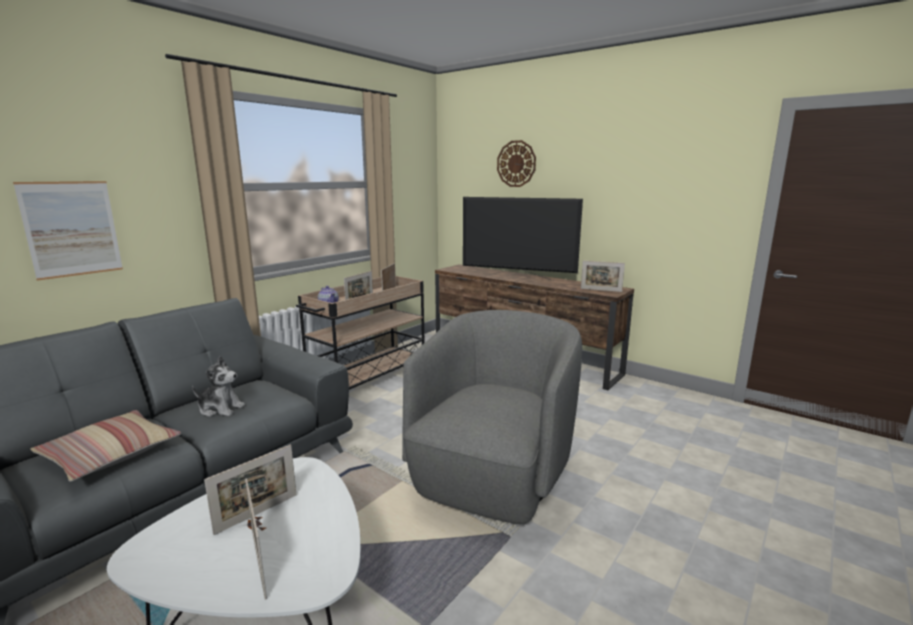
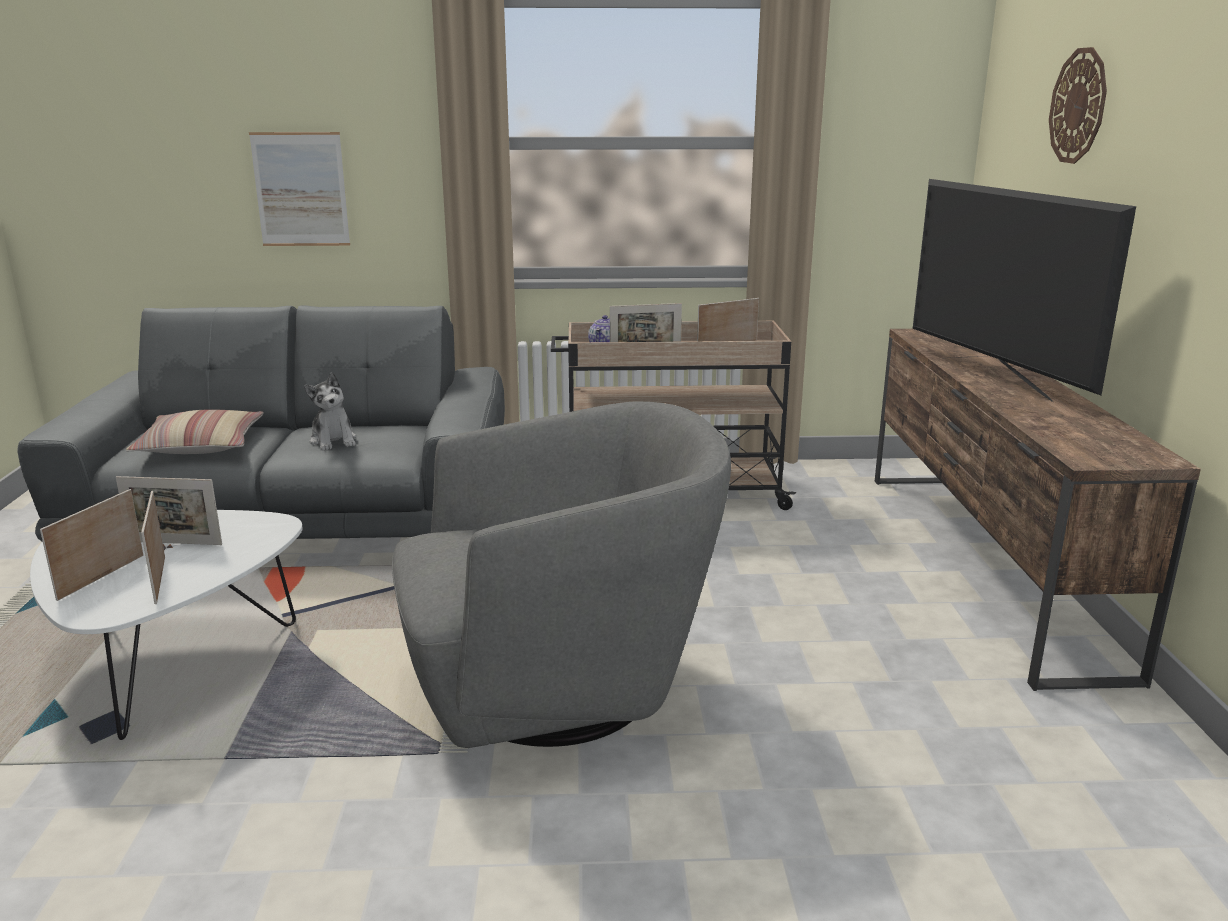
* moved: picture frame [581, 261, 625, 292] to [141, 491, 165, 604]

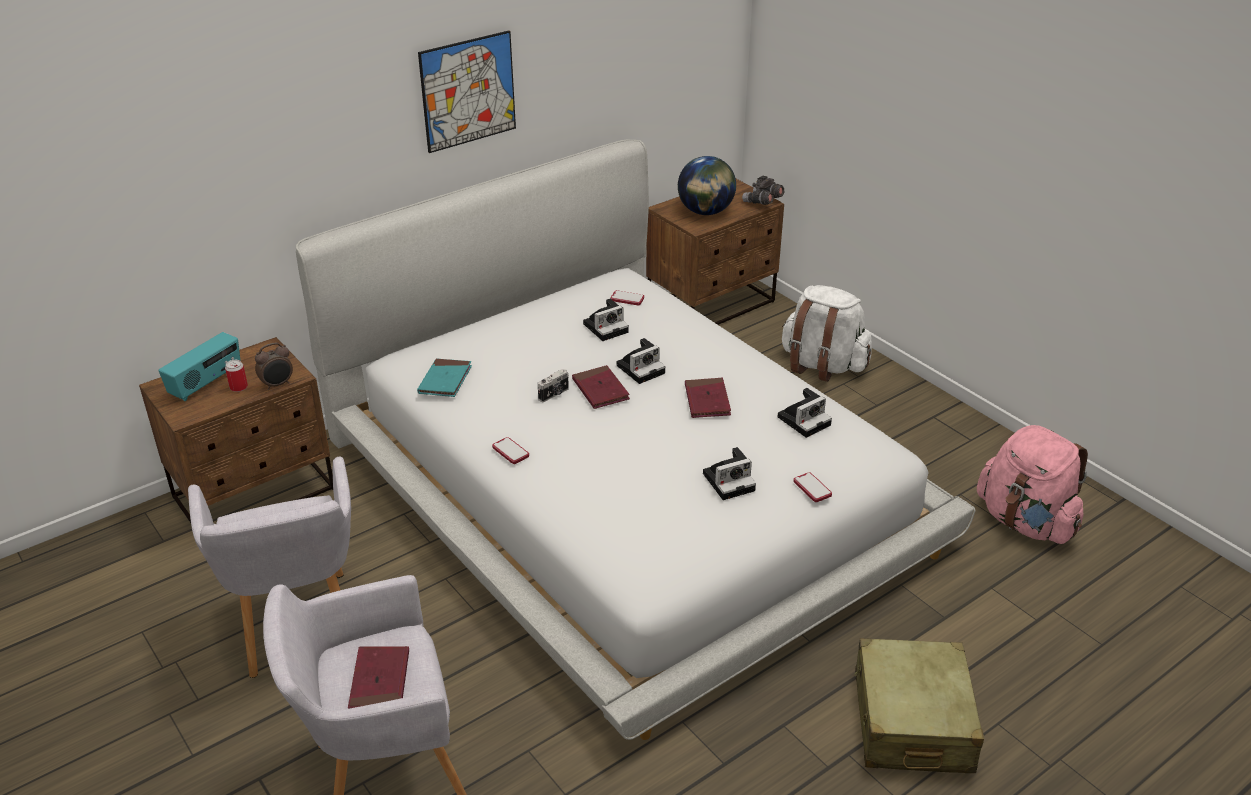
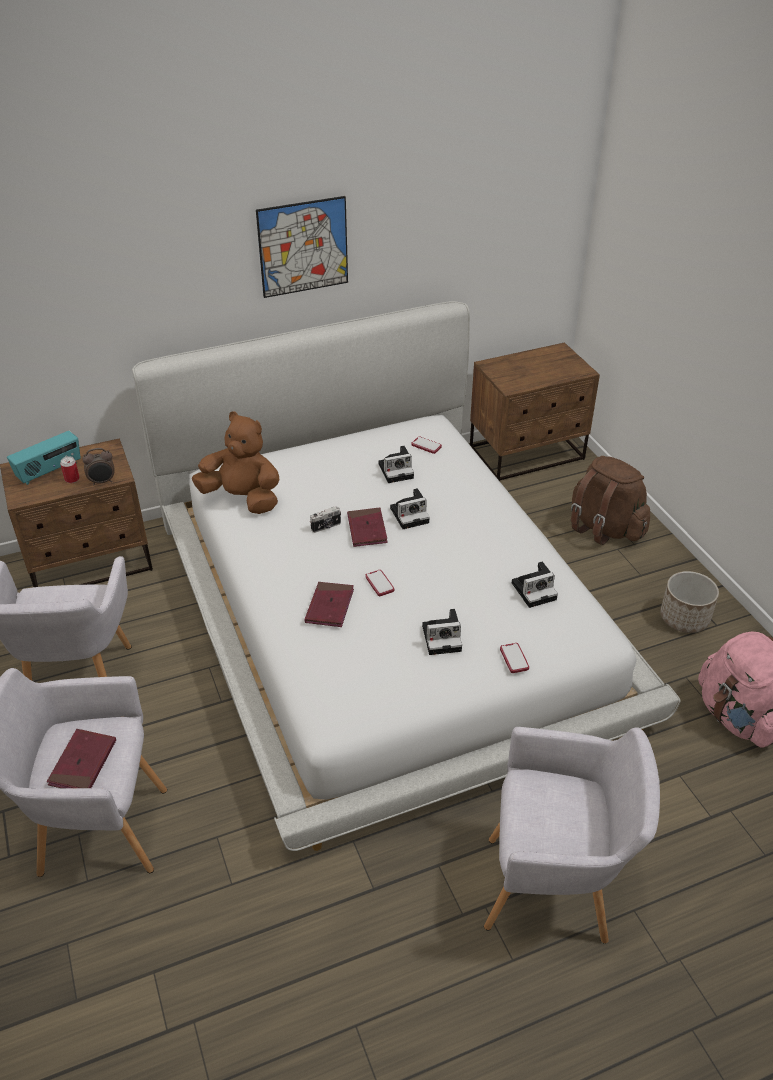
* replaced: volume in turquoise-coloured [417, 358, 472, 397] to plush toy in brown [192, 411, 280, 514]
* moved: telephone [492, 437, 529, 464] to [365, 570, 394, 596]
* removed: globe [678, 156, 736, 215]
* moved: volume in red [685, 378, 731, 418] to [305, 582, 354, 627]
* removed: pair of binoculars in greyish [742, 176, 785, 205]
* recoloured: backpack in whitish [782, 285, 872, 382] to backpack in brown [571, 456, 650, 545]
* replaced: travel case in beige [855, 638, 984, 773] to lounge chair in greyish [484, 727, 660, 944]
* added: flower pot [660, 571, 719, 633]

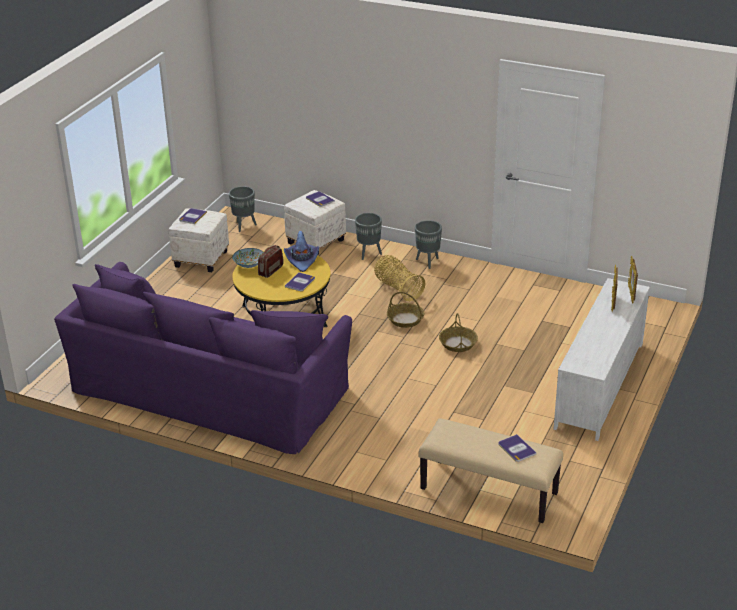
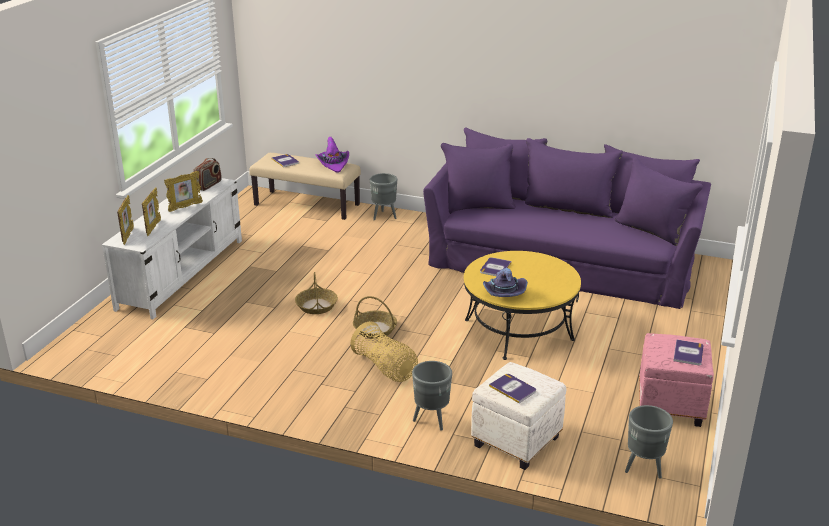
* recoloured: pouffe in whitish [169, 208, 229, 272] to pouffe in pink [639, 333, 714, 427]
* removed: serving bowl [232, 248, 263, 268]
* moved: radio receiver [258, 245, 284, 278] to [193, 158, 222, 191]
* moved: flower pot in greyish [415, 220, 442, 269] to [370, 173, 397, 220]
* added: picture frame [164, 171, 203, 212]
* added: clothing hat in purple [315, 137, 349, 173]

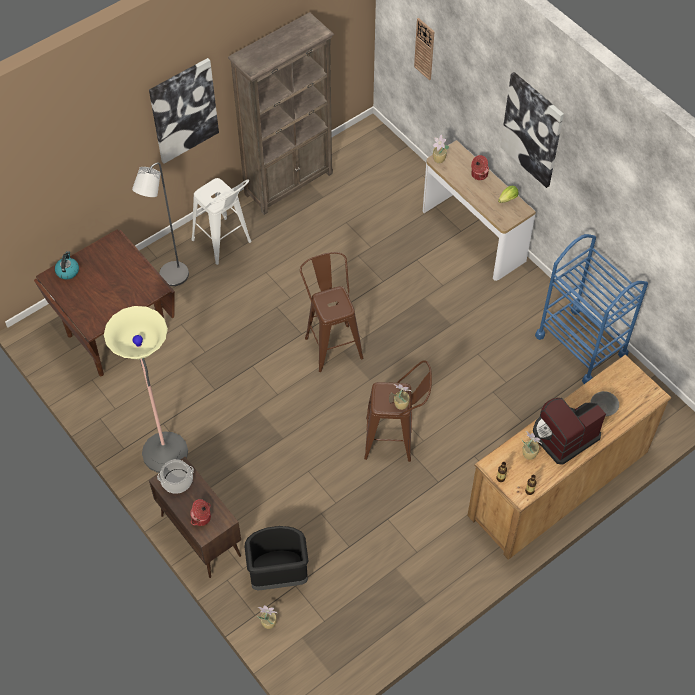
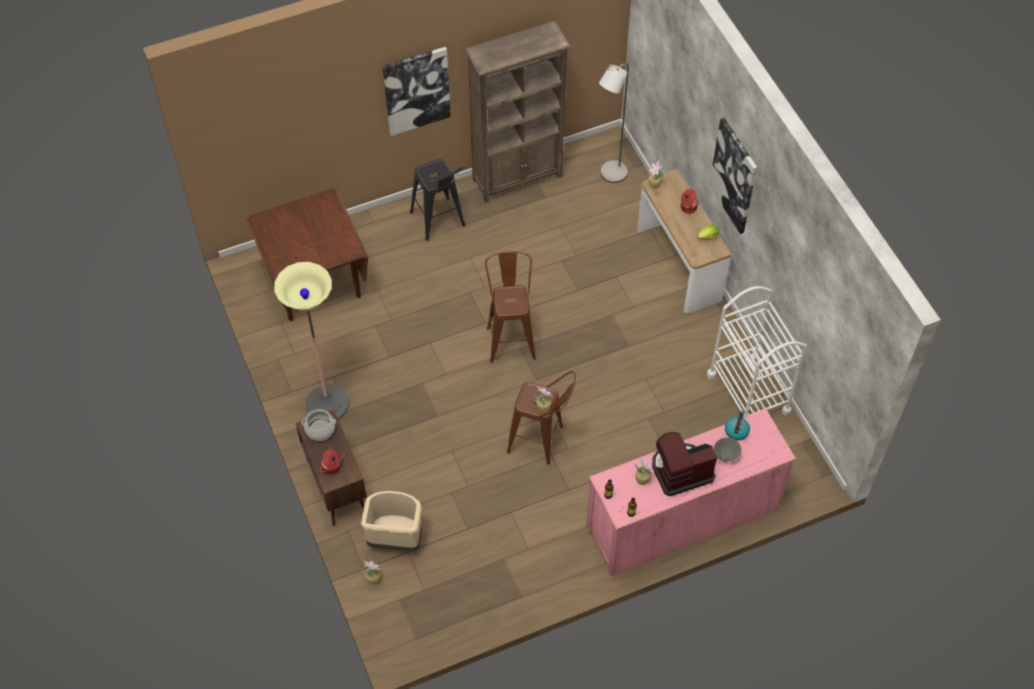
* moved: kettle [55, 251, 79, 280] to [725, 411, 750, 441]
* moved: standard lamp in greyish [132, 162, 189, 286] to [599, 63, 629, 183]
* recoloured: sitting stool in whitish [192, 178, 251, 265] to sitting stool in black-coloured [410, 159, 465, 241]
* recoloured: rubbish bin in black-coloured [245, 526, 309, 590] to rubbish bin in beige [361, 491, 422, 551]
* removed: wall clock [414, 18, 435, 80]
* recoloured: dresser in brown [467, 355, 672, 560] to dresser in pink [586, 409, 796, 576]
* recoloured: wheeled cart in blue [535, 234, 648, 384] to wheeled cart in whitish [707, 286, 807, 417]

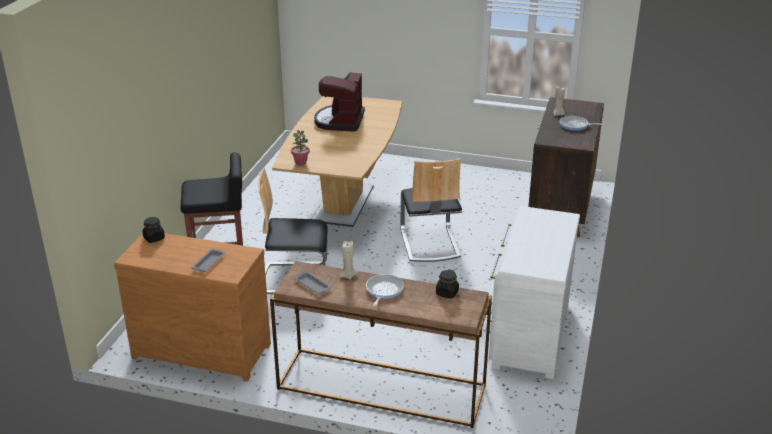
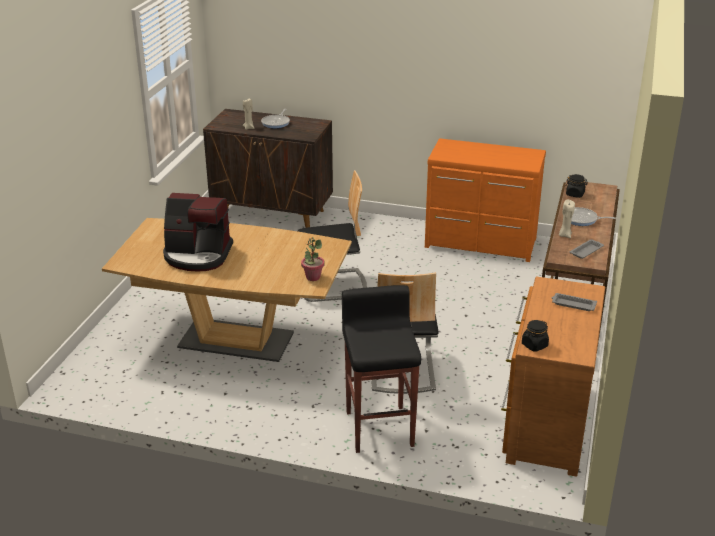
* recoloured: dresser in whitish [489, 206, 580, 379] to dresser in orangey [425, 138, 546, 262]

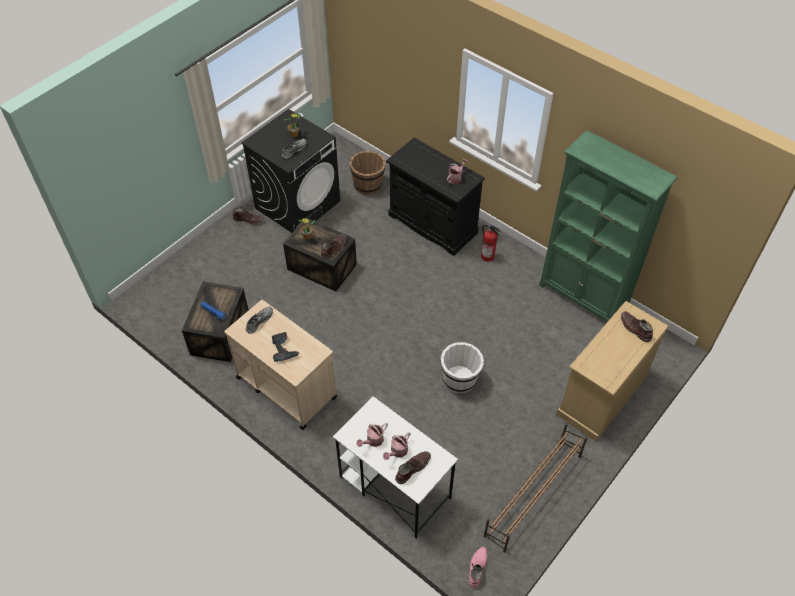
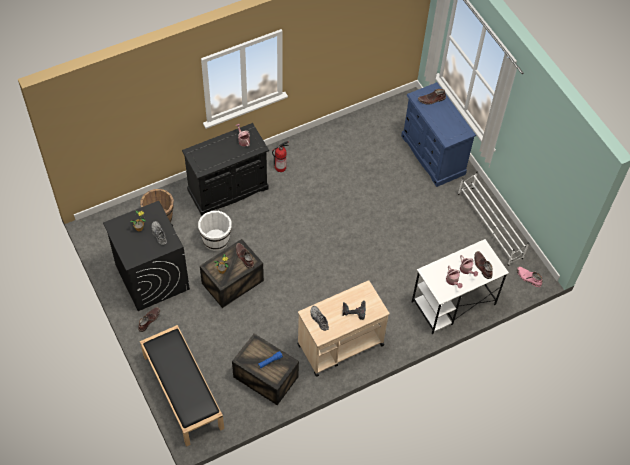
* moved: pail in whitish [441, 342, 484, 394] to [198, 211, 232, 251]
* recoloured: shoe stand in brown [484, 423, 587, 553] to shoe stand in whitish [458, 172, 529, 266]
* removed: bookcase in green [539, 130, 677, 322]
* recoloured: dresser in beige [556, 301, 668, 442] to dresser in blue [401, 82, 476, 187]
* added: bench in black-coloured [140, 325, 224, 447]

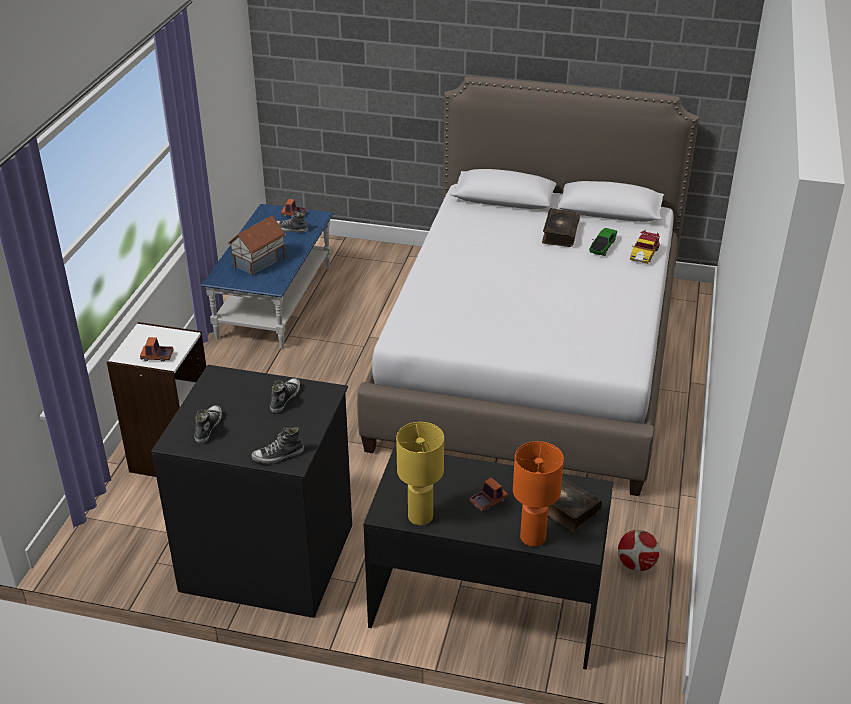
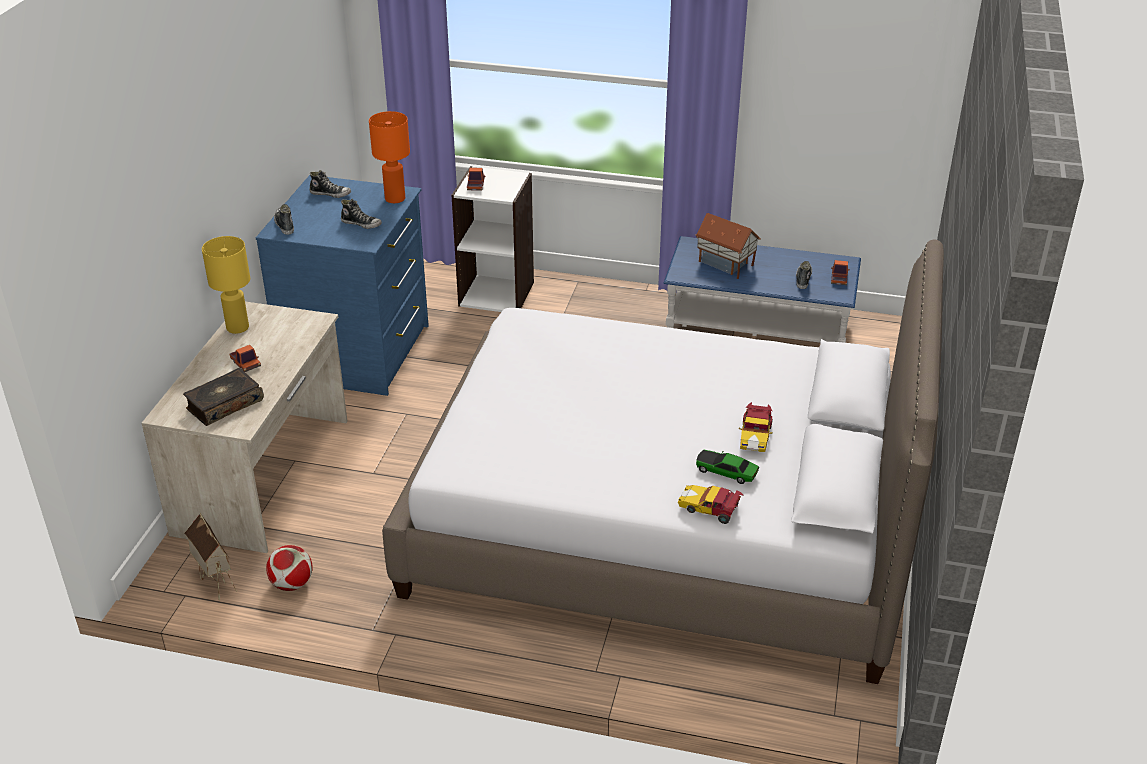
* recoloured: dresser in black-coloured [151, 365, 352, 618] to dresser in blue [256, 175, 429, 396]
* recoloured: desk unit in black-coloured [363, 447, 614, 670] to desk unit in beige [141, 302, 348, 553]
* moved: table lamp in orangey [513, 441, 564, 547] to [369, 111, 410, 203]
* replaced: volume [542, 208, 580, 247] to miniature car [739, 402, 773, 452]
* added: toy house [184, 513, 237, 600]

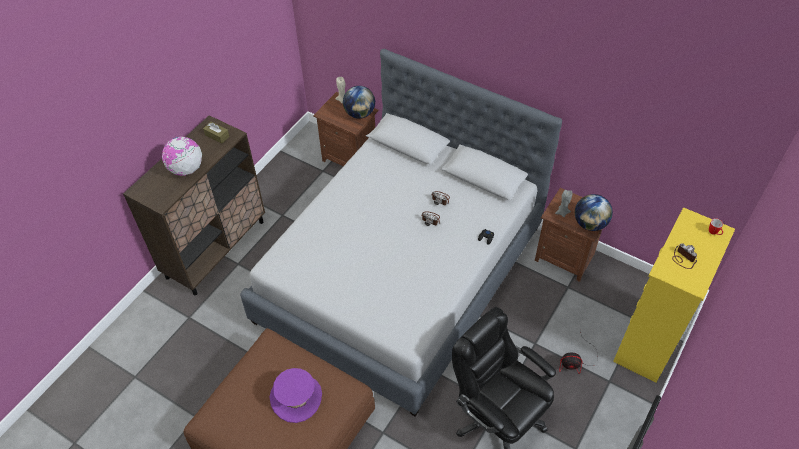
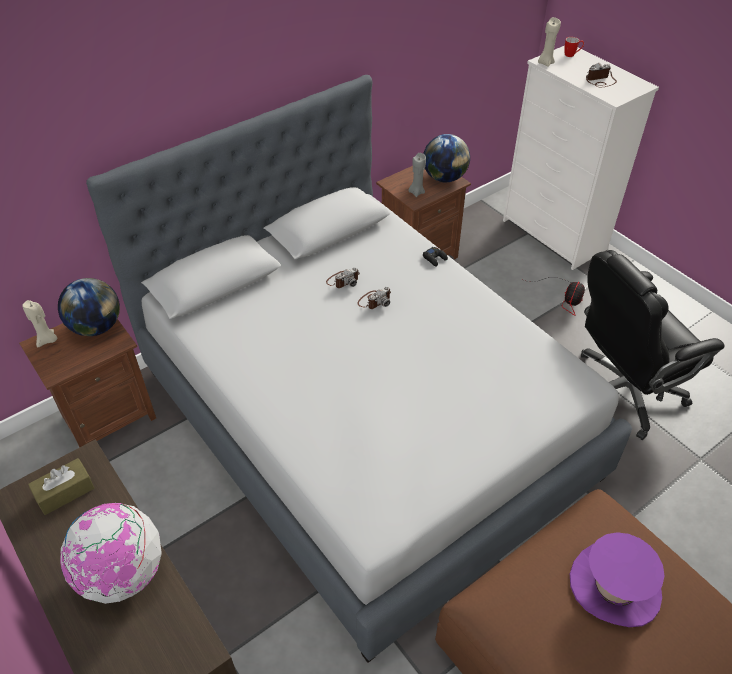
* recoloured: dresser in yellowish [613, 207, 735, 383] to dresser in whitish [503, 46, 659, 270]
* added: wax light in beige [538, 17, 561, 67]

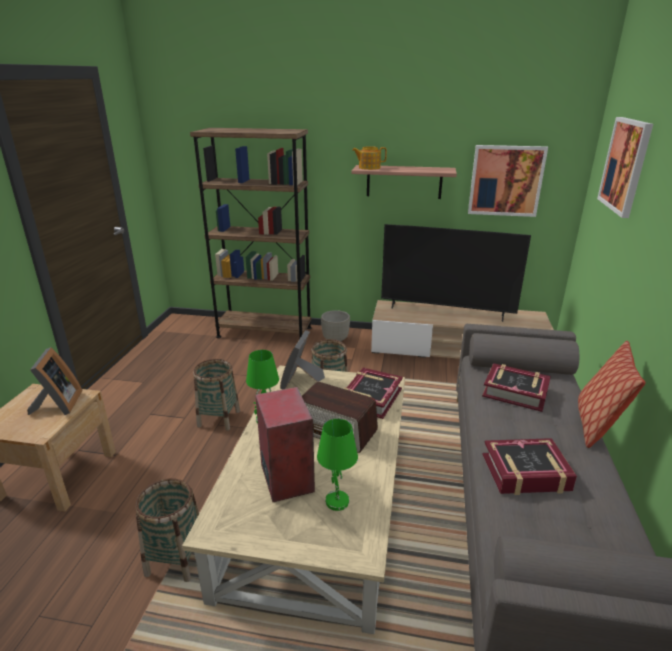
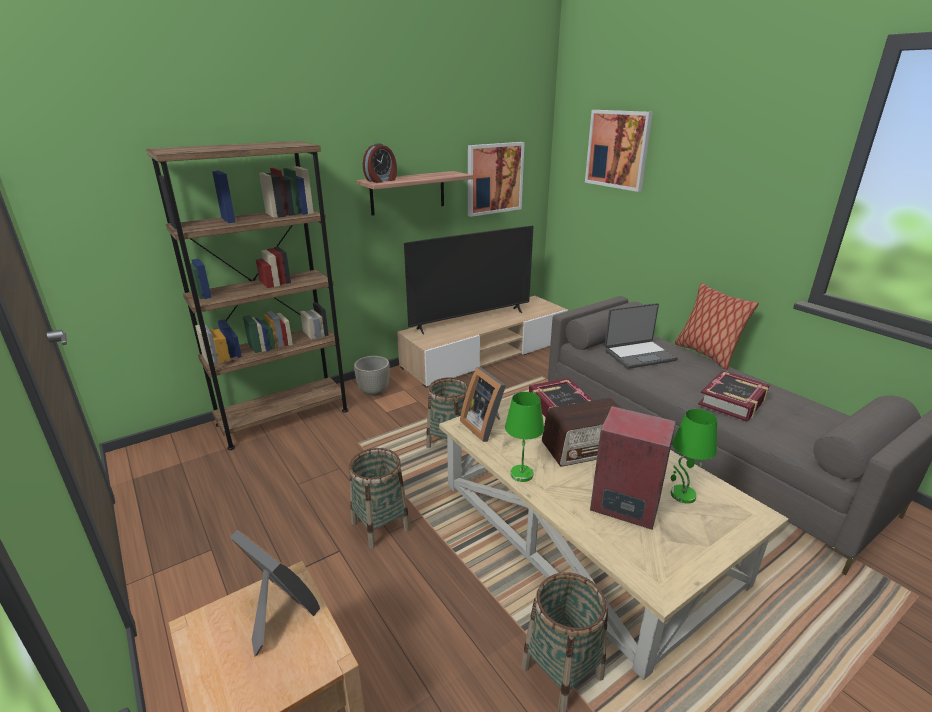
* replaced: tea pot [352, 146, 387, 170] to bedside clock [363, 143, 397, 183]
* replaced: volume [482, 363, 551, 412] to laptop [605, 303, 678, 369]

